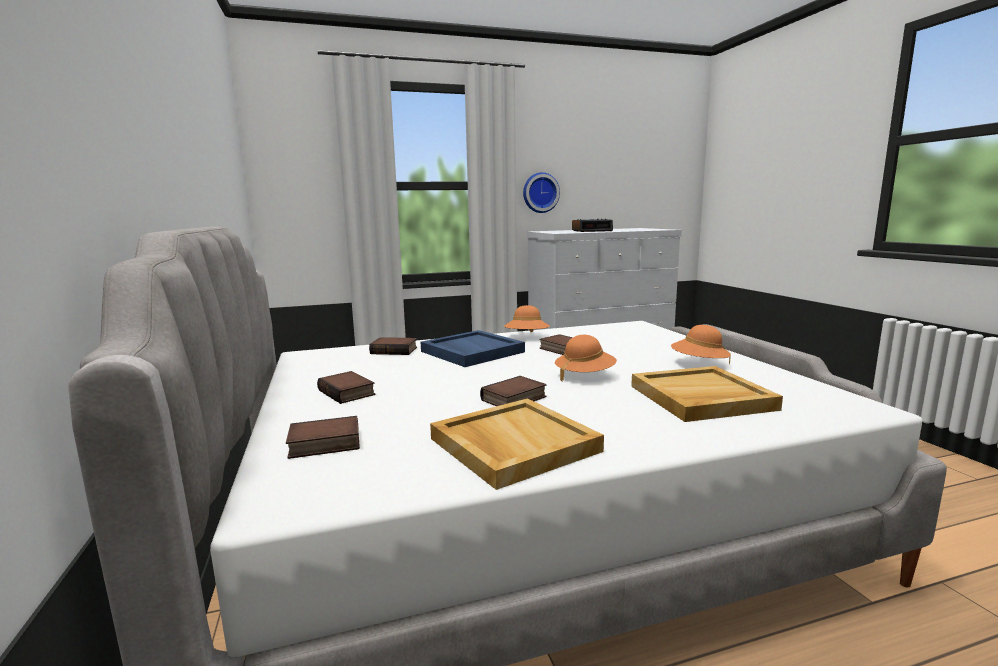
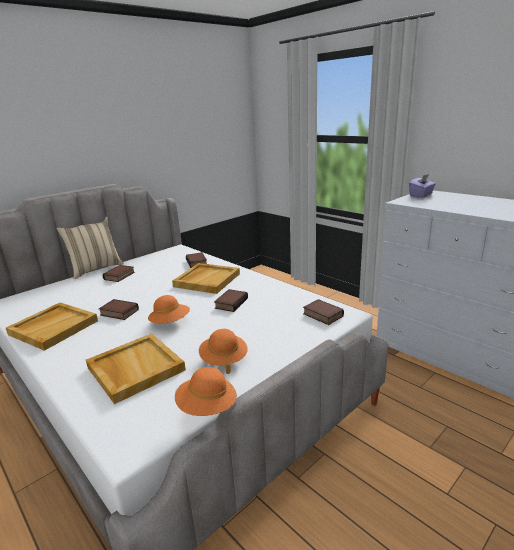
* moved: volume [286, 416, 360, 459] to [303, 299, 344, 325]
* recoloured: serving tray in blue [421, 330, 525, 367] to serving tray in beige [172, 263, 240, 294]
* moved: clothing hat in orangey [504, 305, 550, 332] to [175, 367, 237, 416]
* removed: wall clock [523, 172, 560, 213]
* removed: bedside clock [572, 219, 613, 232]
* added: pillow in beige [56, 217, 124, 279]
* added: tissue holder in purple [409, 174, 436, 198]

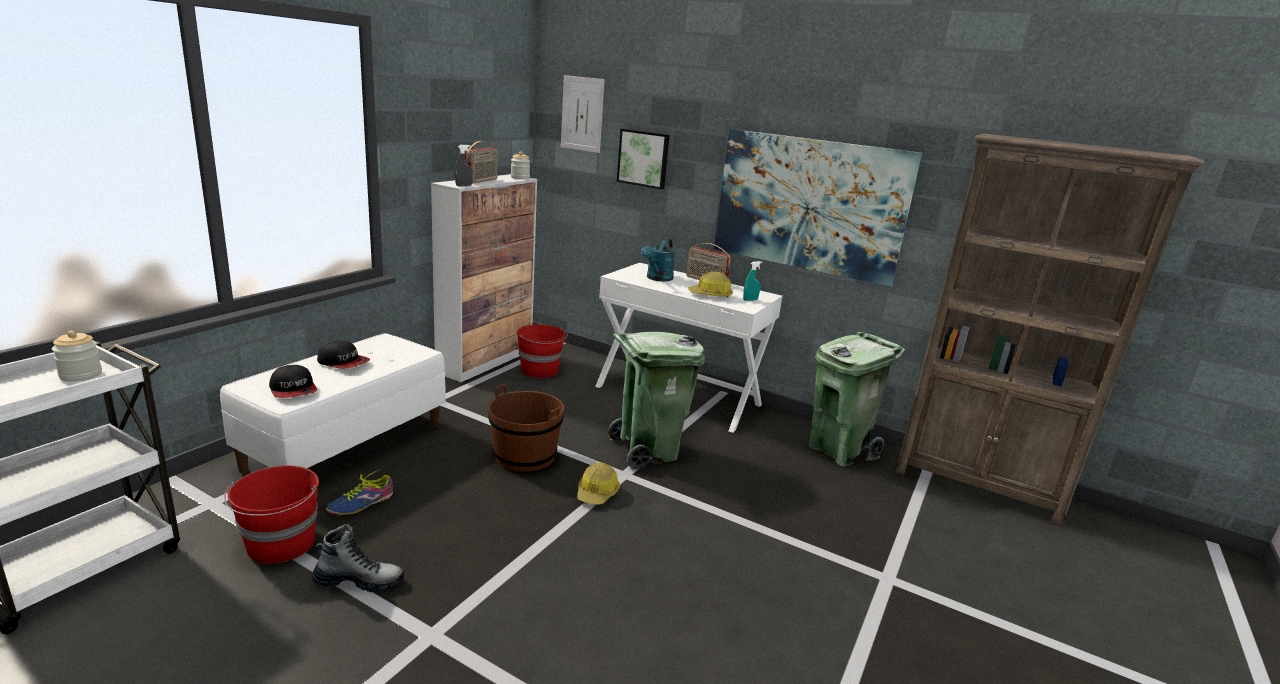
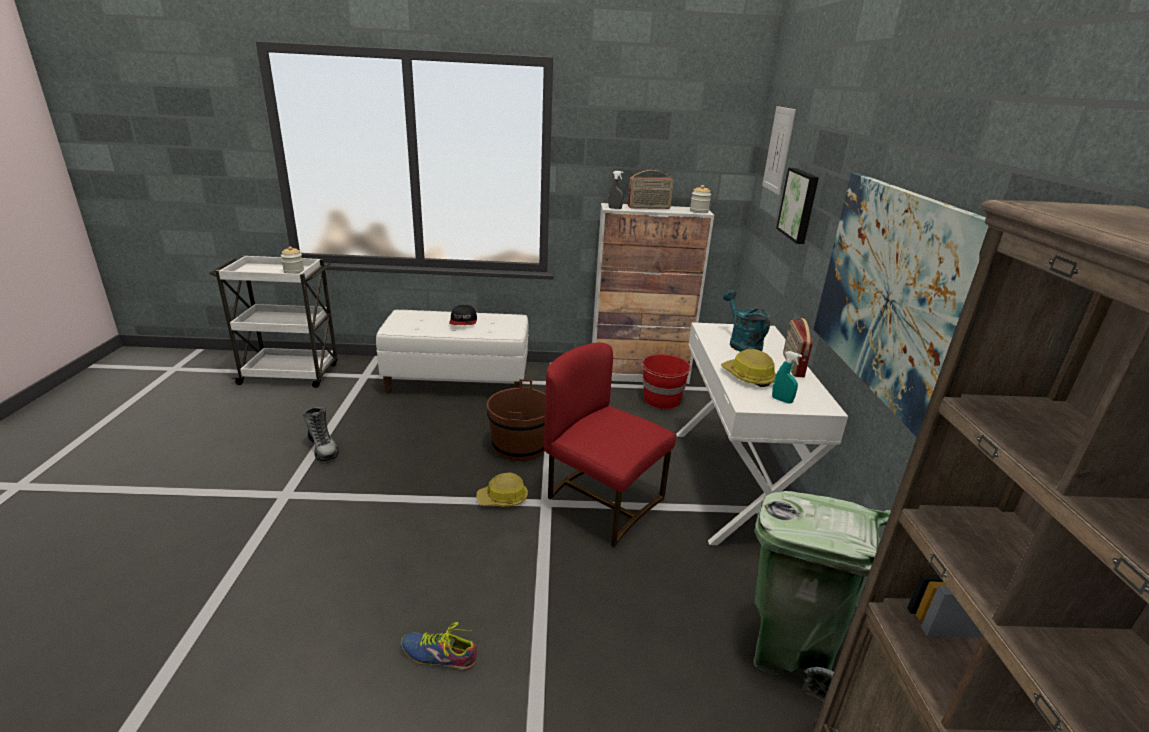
* removed: pail in red [224, 465, 319, 564]
* removed: peaked cap [269, 365, 317, 398]
* moved: item of footwear [326, 470, 393, 515] to [401, 622, 477, 670]
* replaced: rubbish bin in green [608, 332, 705, 470] to chair in red [544, 343, 676, 547]
* turned: sprinkling can in turquoise-coloured [641, 239, 676, 281] = [723, 290, 770, 352] 75 degrees clockwise

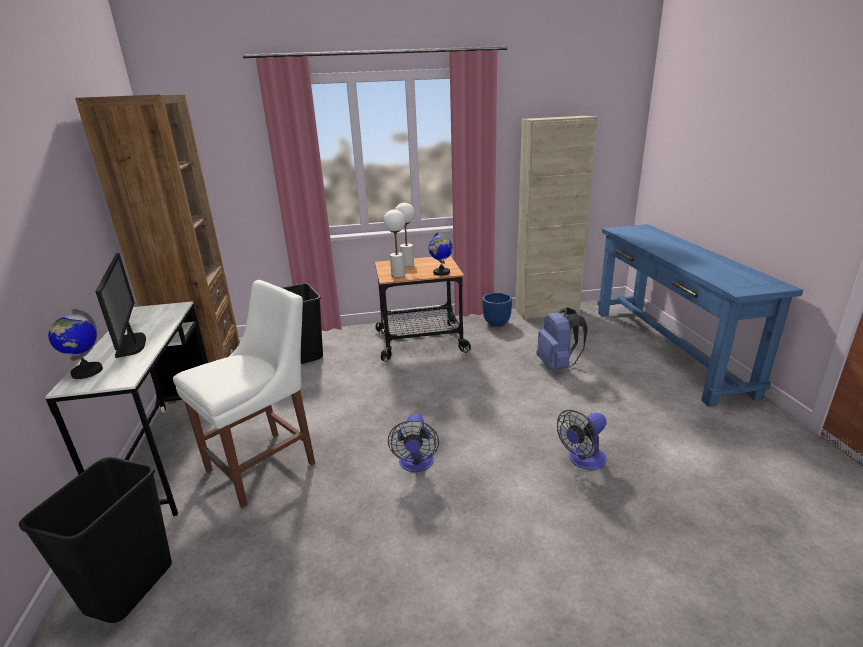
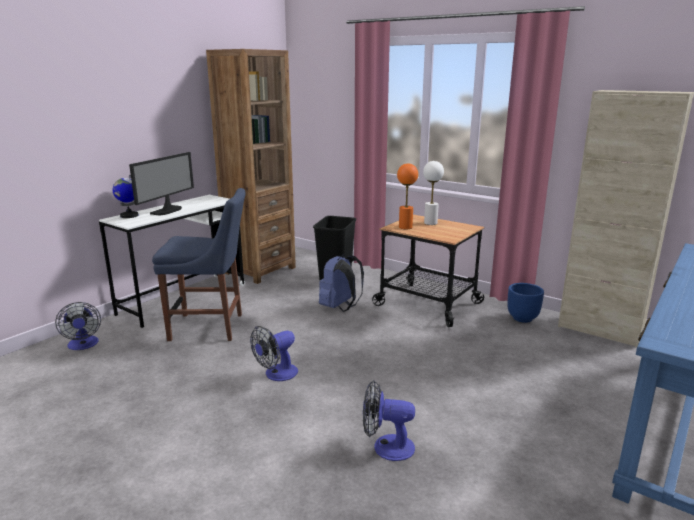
* replaced: rubbish bin in black-coloured [19, 457, 172, 623] to fan [55, 302, 101, 350]
* recoloured: chair in whitish [173, 280, 315, 508] to chair in blue [152, 188, 246, 341]
* recoloured: table lamp in whitish [384, 210, 405, 277] to table lamp in orangey [397, 163, 418, 229]
* removed: globe [429, 232, 453, 276]
* moved: backpack in blue [536, 307, 588, 370] to [319, 254, 364, 312]

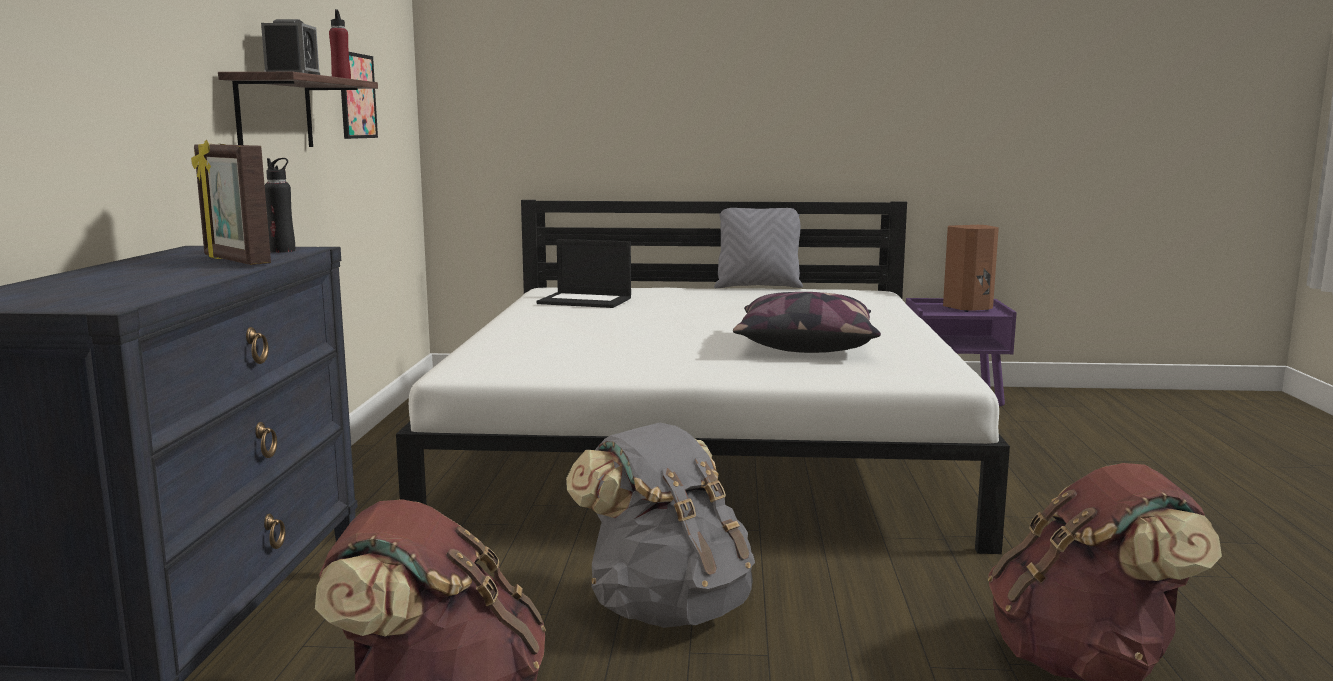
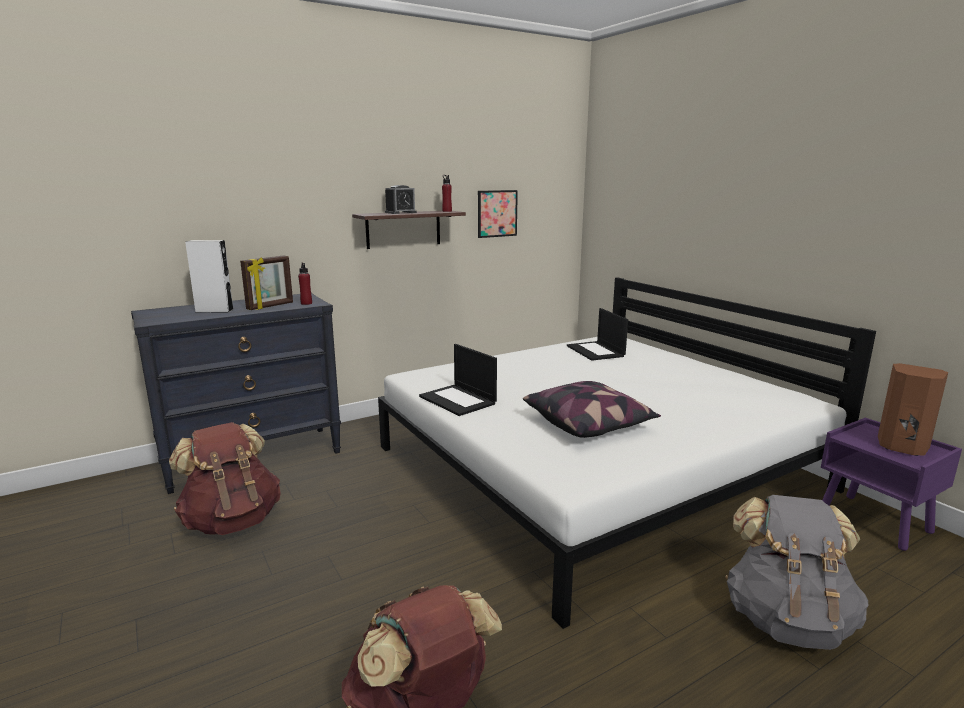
* turned: picture frame [191, 140, 271, 265] = [240, 256, 293, 310] 150 degrees counterclockwise
* recoloured: bottle in black-coloured [265, 158, 295, 253] to bottle in red [298, 262, 312, 305]
* moved: backpack in greyish [566, 423, 755, 628] to [725, 495, 869, 650]
* removed: pillow in greyish [714, 208, 803, 289]
* added: audio speaker in whitish [185, 240, 234, 313]
* added: laptop [419, 344, 497, 416]

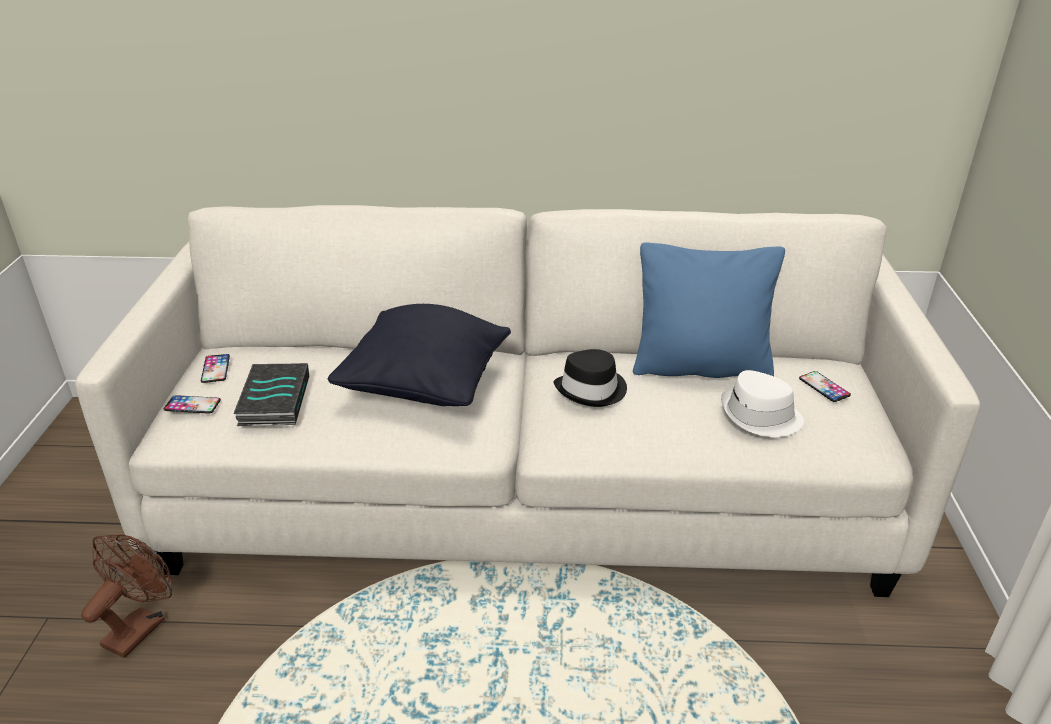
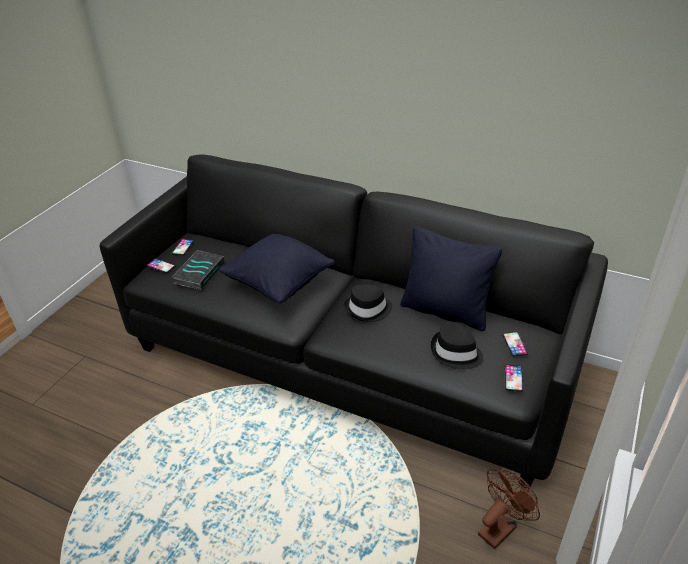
* recoloured: couch in whitish [75, 205, 980, 597] to couch in black-coloured [100, 154, 608, 489]
* moved: fan in brown [81, 534, 172, 658] to [478, 469, 540, 549]
* recoloured: pillow in blue [633, 242, 785, 378] to pillow in black-coloured [400, 227, 502, 331]
* recoloured: clothing hat in whitish [721, 370, 804, 437] to clothing hat in black-coloured [431, 322, 483, 370]
* added: telephone [505, 364, 523, 392]

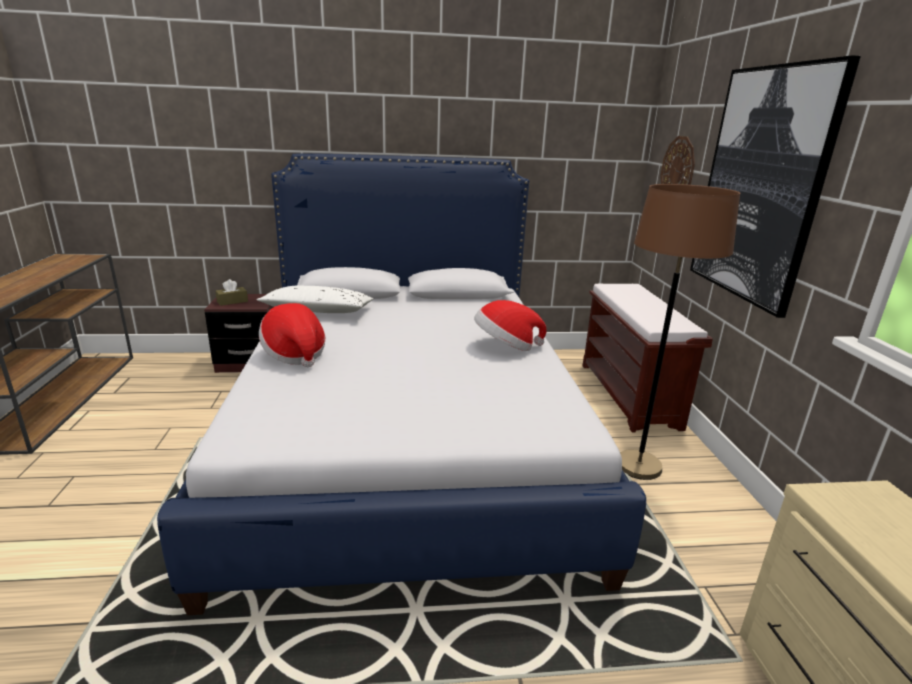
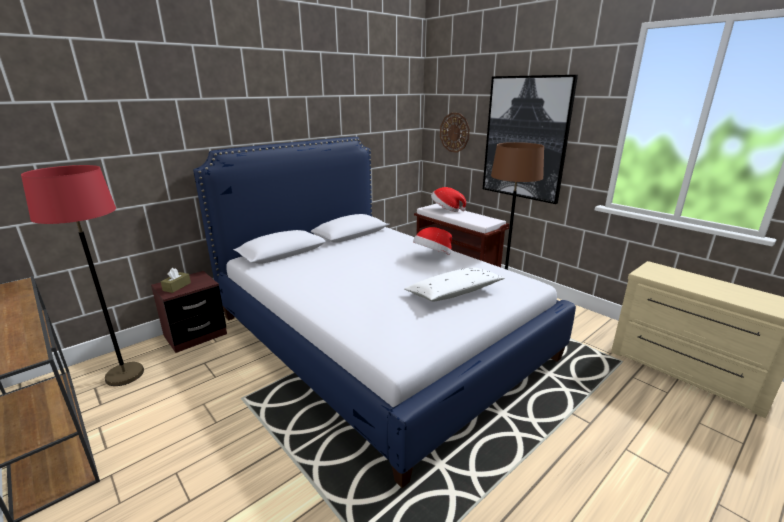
* moved: pillow in whitish [257, 286, 374, 313] to [404, 267, 505, 301]
* moved: clothing hat [259, 303, 325, 367] to [431, 187, 466, 212]
* added: standard lamp in red [21, 165, 144, 386]

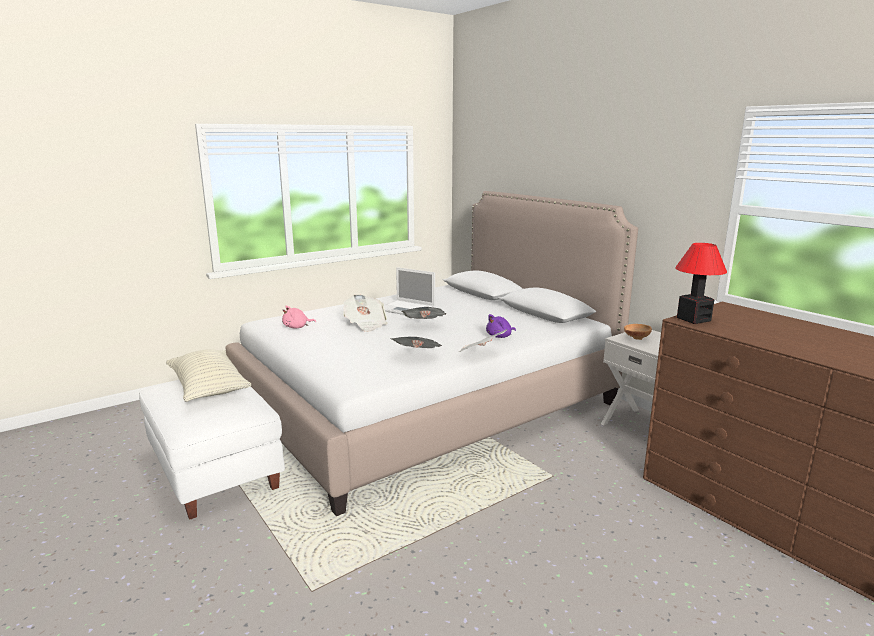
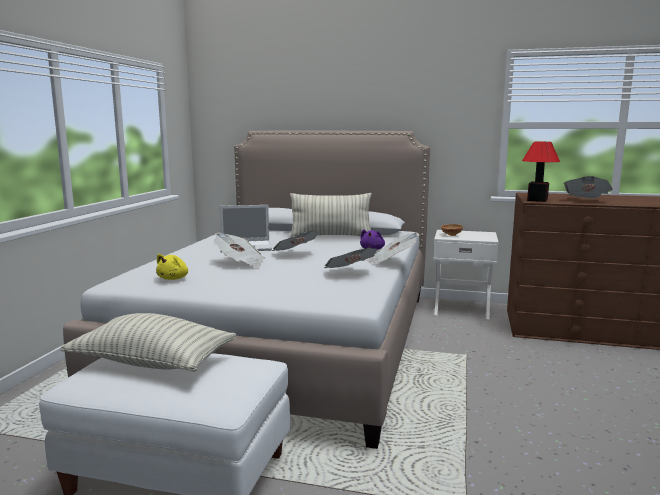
* recoloured: plush toy in pink [282, 306, 316, 328] to plush toy in yellowish [156, 254, 188, 280]
* added: pillow [289, 193, 372, 238]
* added: daily paper [563, 176, 613, 198]

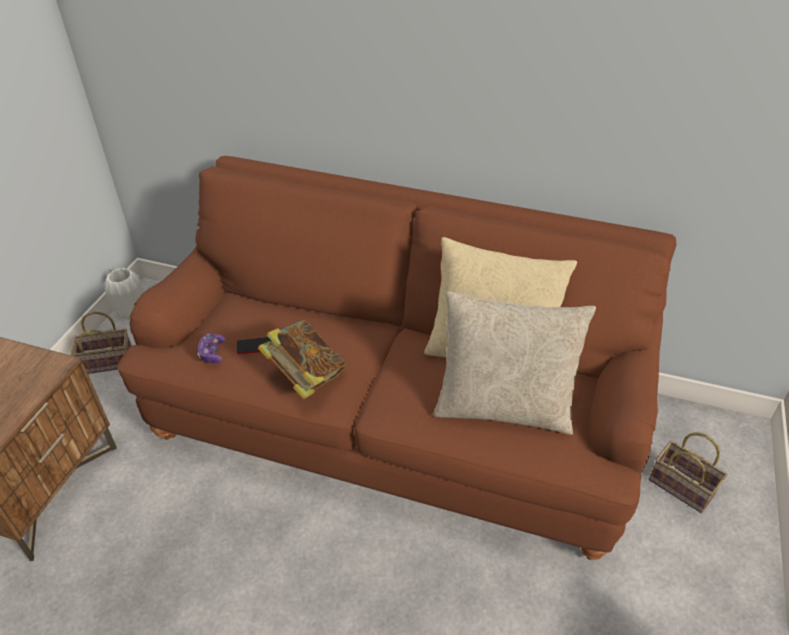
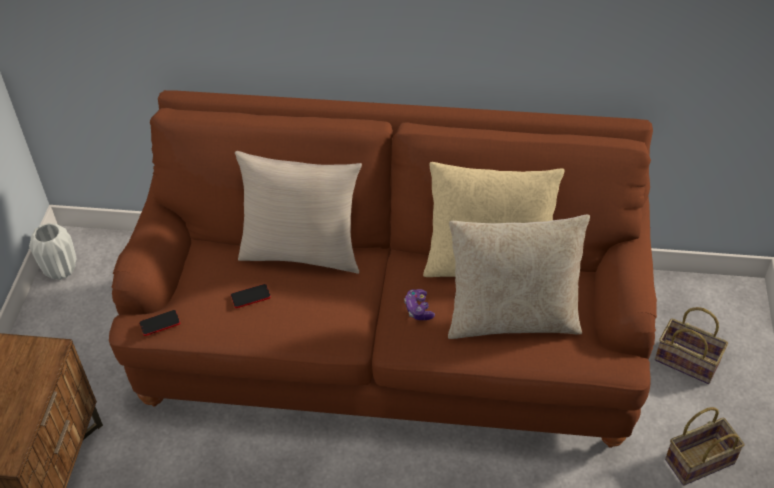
* moved: basket [71, 311, 132, 374] to [665, 407, 745, 486]
* moved: joypad [197, 333, 225, 363] to [404, 289, 435, 320]
* removed: volume [258, 320, 347, 399]
* added: telephone [139, 310, 180, 336]
* added: pillow in beige [235, 151, 362, 274]

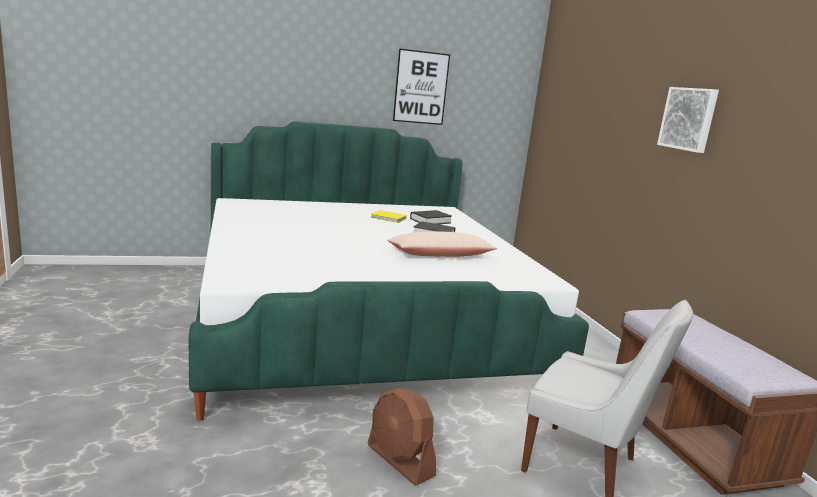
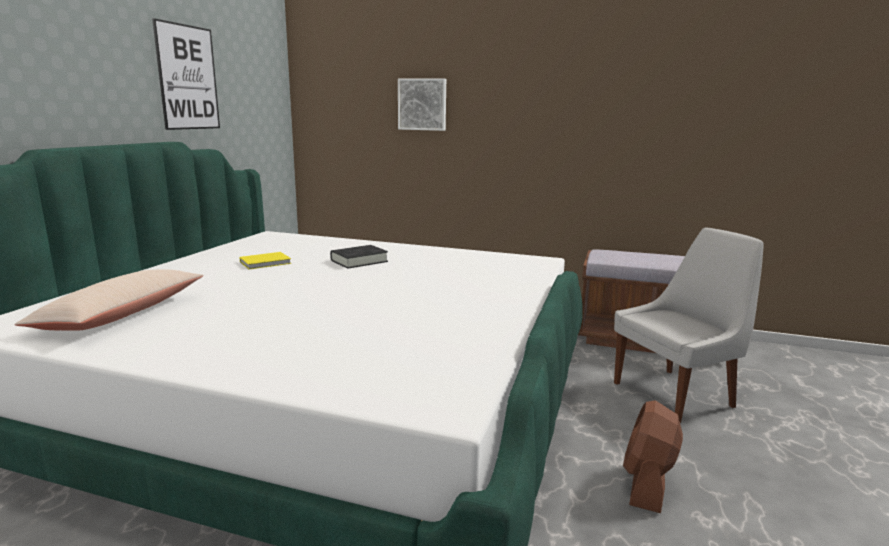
* turned: fan in brown [368, 388, 436, 486] = [623, 400, 683, 513] 120 degrees clockwise
* moved: pillow in beige [387, 231, 497, 257] to [14, 269, 203, 331]
* removed: volume in black-coloured [410, 210, 452, 224]
* moved: wall picture [657, 87, 719, 153] to [398, 79, 446, 131]

